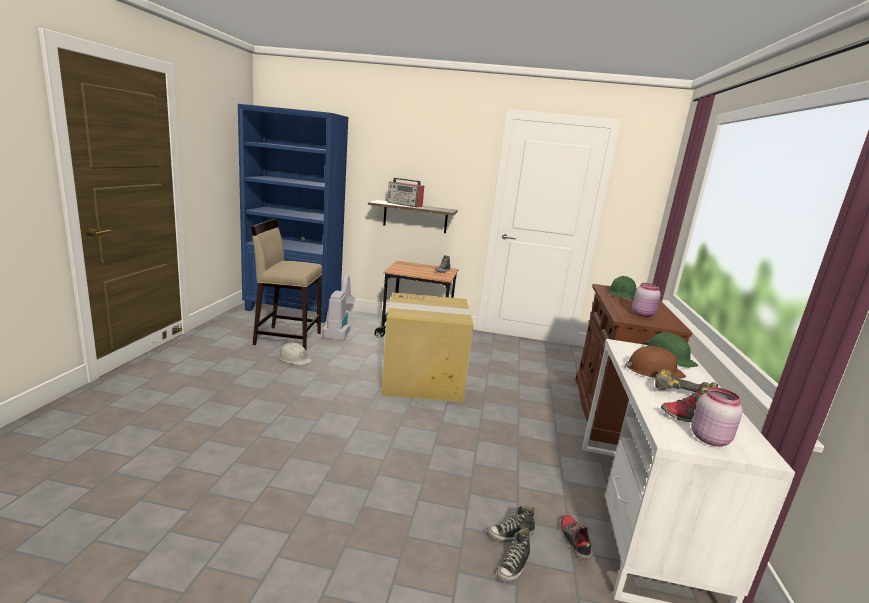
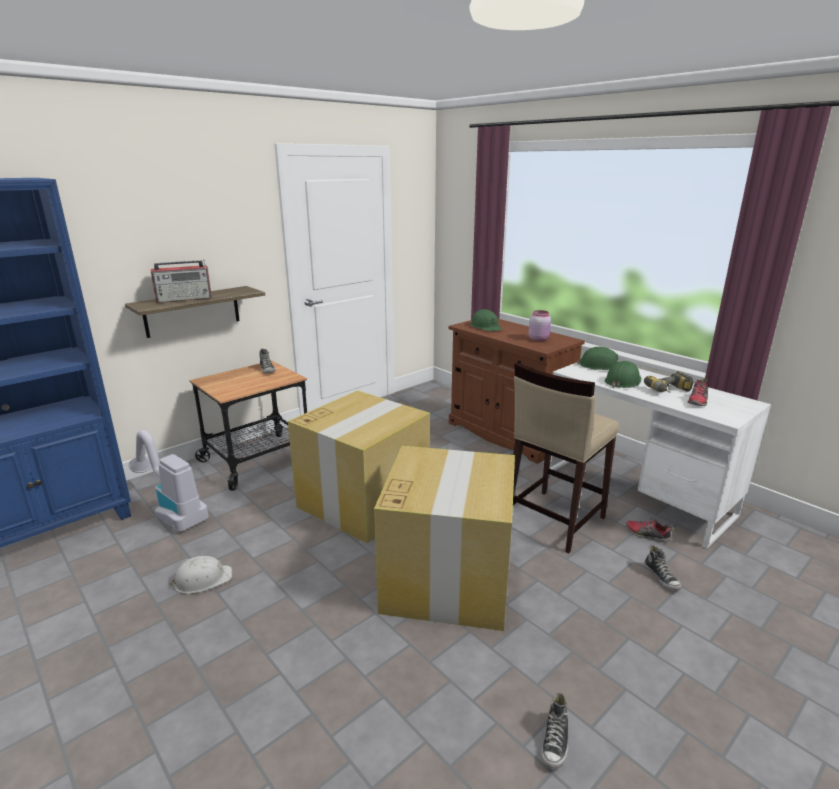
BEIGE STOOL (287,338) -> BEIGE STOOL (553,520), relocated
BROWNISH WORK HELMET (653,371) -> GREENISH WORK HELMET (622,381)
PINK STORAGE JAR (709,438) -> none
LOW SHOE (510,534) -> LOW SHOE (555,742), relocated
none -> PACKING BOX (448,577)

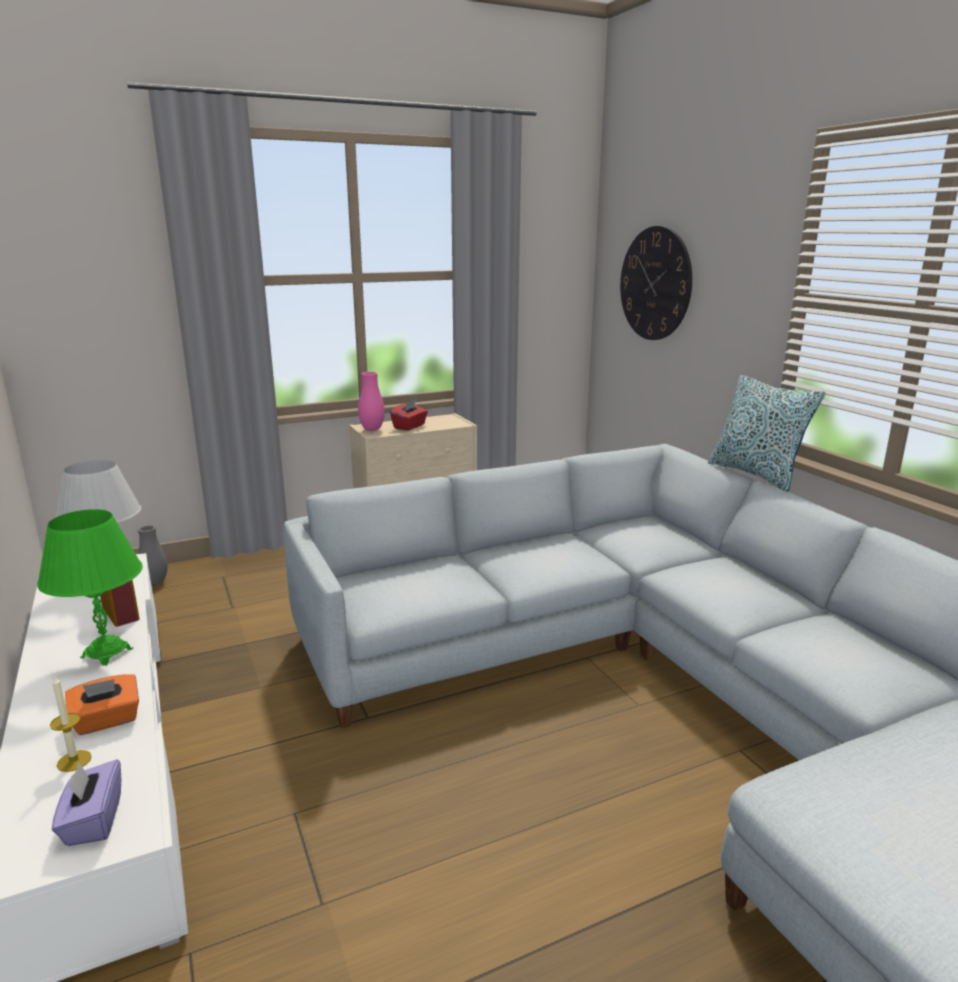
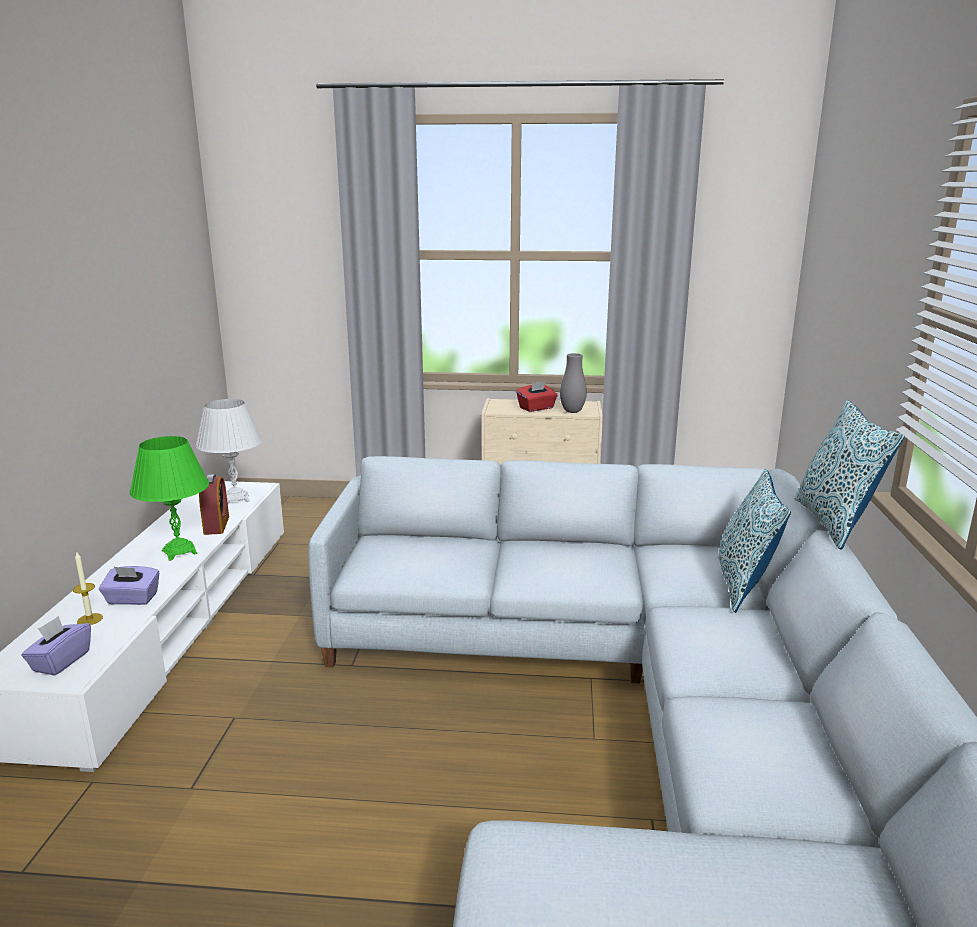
HANGING CLOCK (655,284) -> none
PINK DECORATIVE VASE (372,429) -> none
GREYISH DECORATIVE VASE (155,582) -> GREYISH DECORATIVE VASE (572,411), relocated
ORANGE TISSUE HOLDER (107,721) -> PURPLISH TISSUE HOLDER (132,599)
none -> PILLOW (743,584)

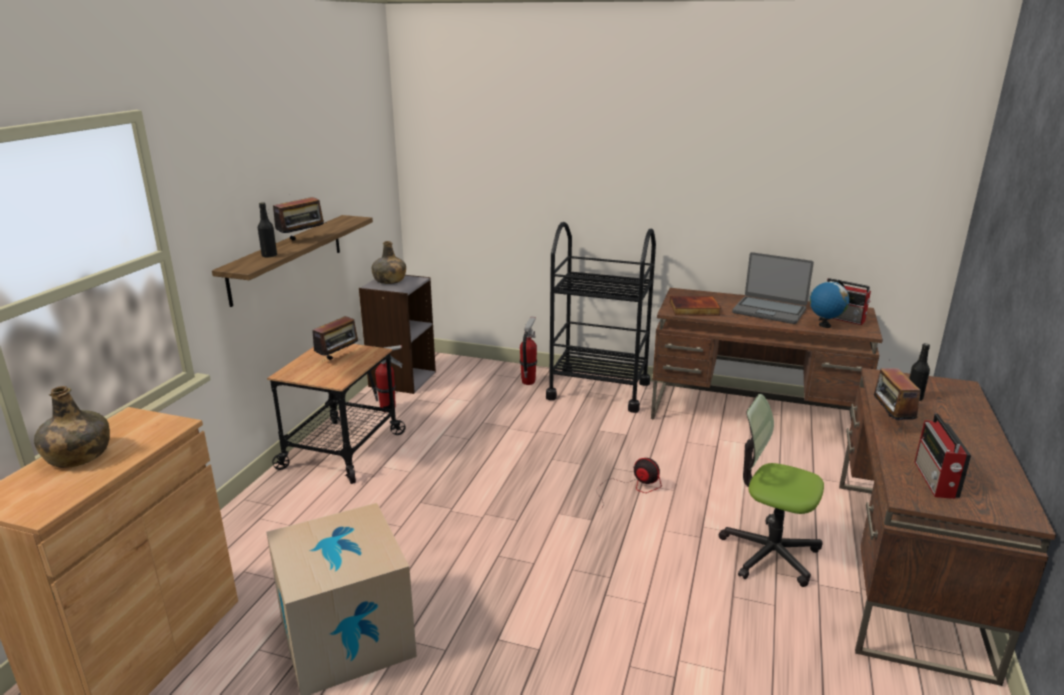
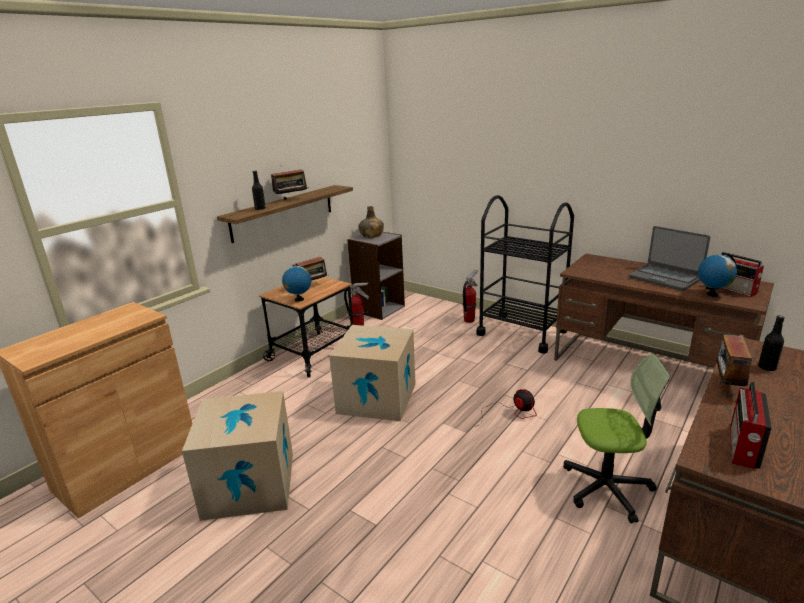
VOLUME (694,309) -> none
GREENISH DRINK BOTTLE (77,456) -> none
DESK CHAIR (769,553) -> DESK CHAIR (607,488), 135 degrees clockwise
none -> GLOBE (299,299)
none -> PACKING BOX (377,398)

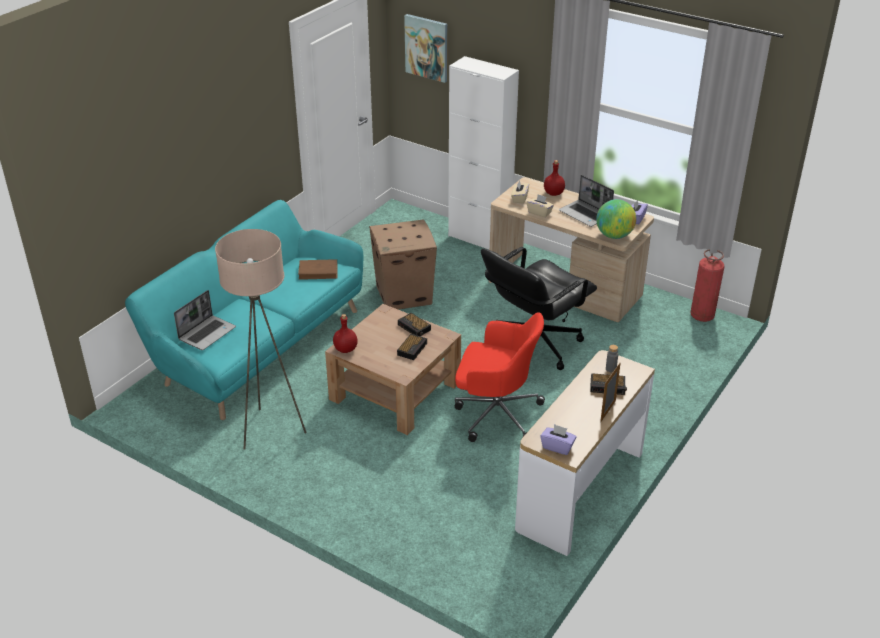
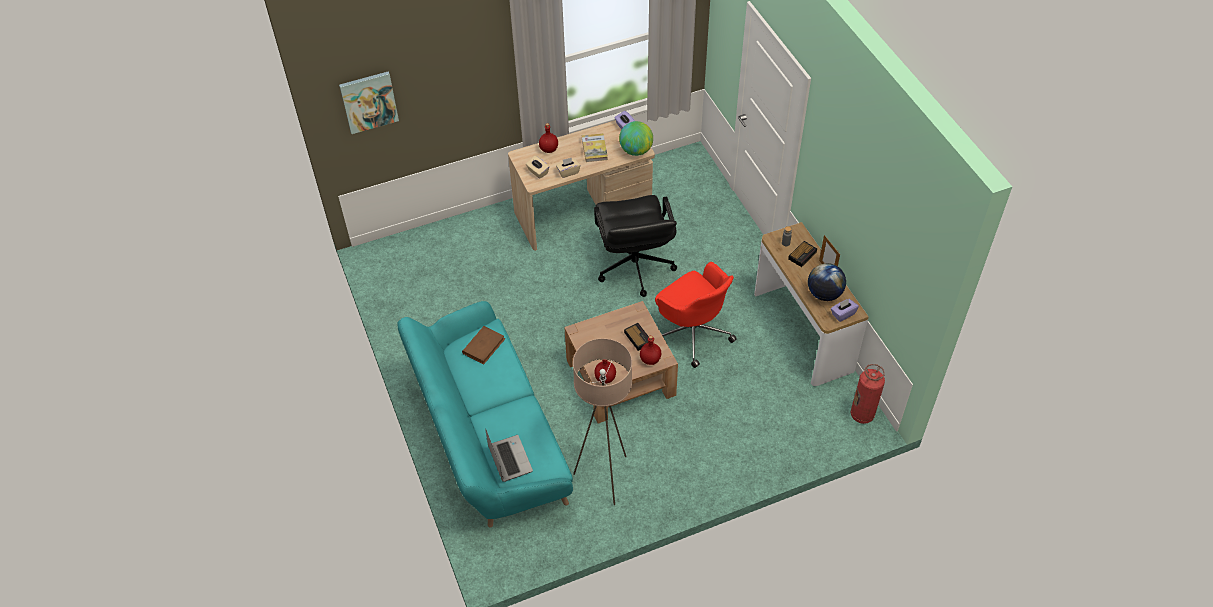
WHITISH STORAGE CABINET (479,238) -> none
NOTEBOOK COMPUTER (585,214) -> VOLUME (594,149)
PACKING BOX (404,294) -> none
FIRE EXTINGUISHER (702,316) -> FIRE EXTINGUISHER (862,415), relocated
REDDISH DESK CHAIR (496,413) -> REDDISH DESK CHAIR (692,332), 90 degrees clockwise
ALARM CLOCK (414,327) -> none
none -> GLOBE (824,294)
none -> REDDISH DRINK BOTTLE (650,359)

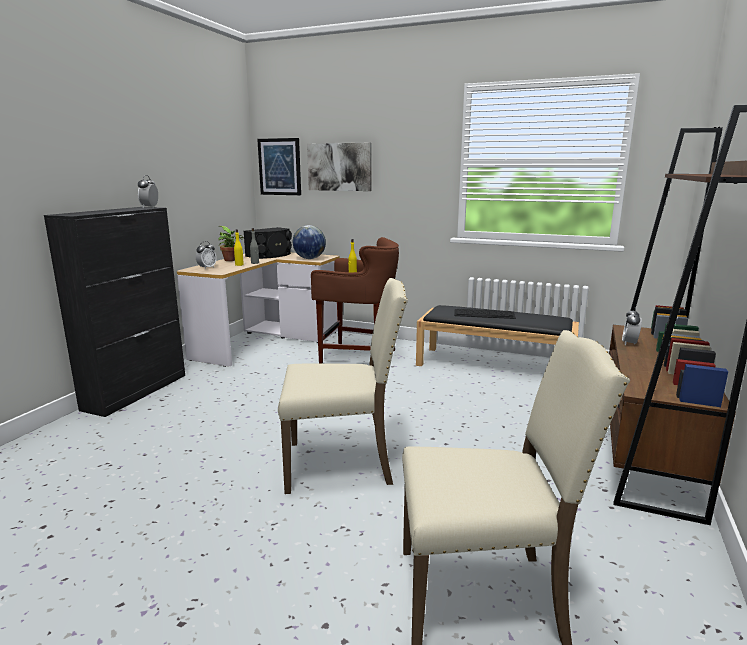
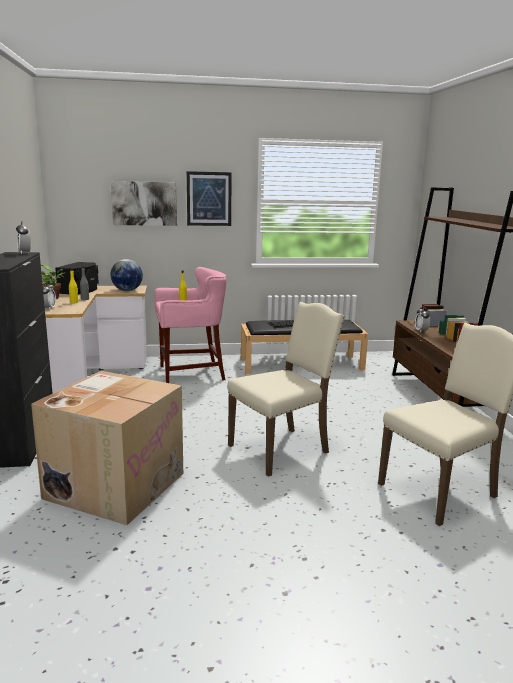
WALL PICTURE (280,167) -> WALL PICTURE (209,199), relocated
BROWNISH STOOL (357,355) -> PINK STOOL (190,374)
none -> PACKING BOX (115,484)

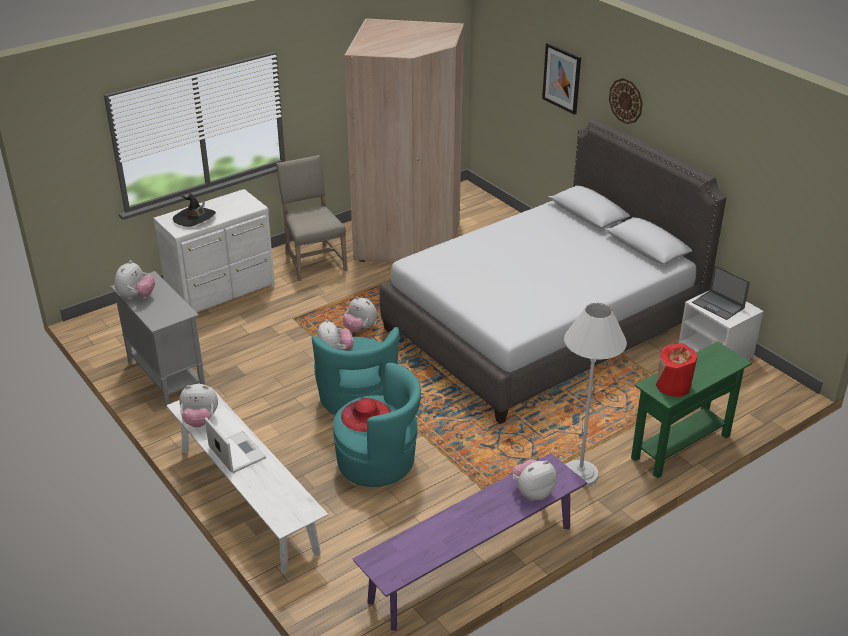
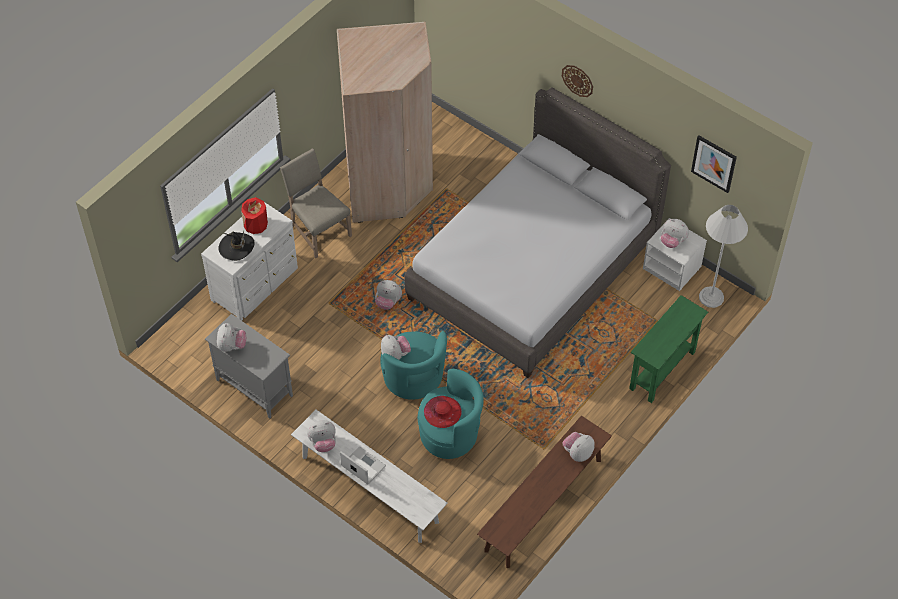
WALL PICTURE (562,78) -> WALL PICTURE (714,163), relocated
NOTEBOOK COMPUTER (718,305) -> SOFT TOY (672,241)
WHITISH FLOOR LAMP (580,473) -> WHITISH FLOOR LAMP (711,297), relocated
REDDISH DECORATIVE VASE (673,385) -> REDDISH DECORATIVE VASE (255,224), relocated
PURPLISH BENCH (472,563) -> BROWNISH BENCH (543,505)

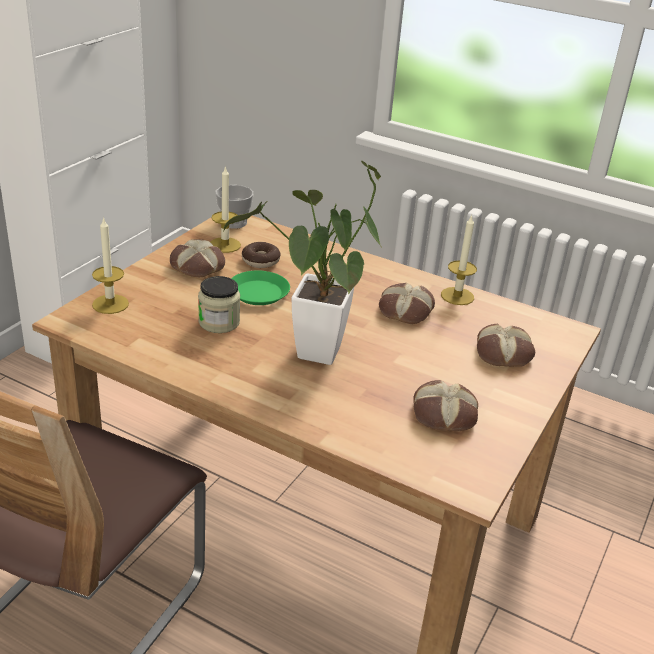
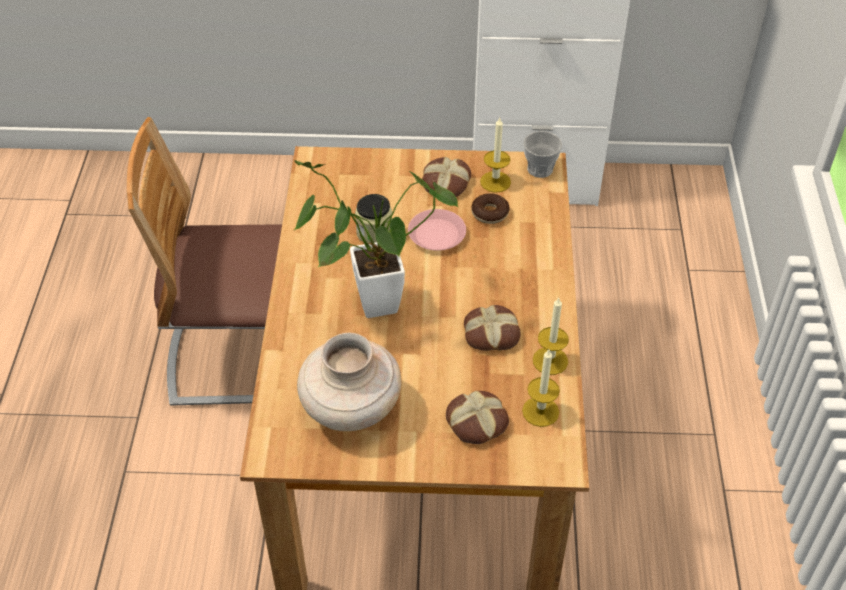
WAX LIGHT (110,304) -> WAX LIGHT (540,411), relocated
GREENISH PLATE (258,293) -> PINK PLATE (437,234)
BREAD (443,415) -> BEIGE DECORATIVE VASE (350,409)

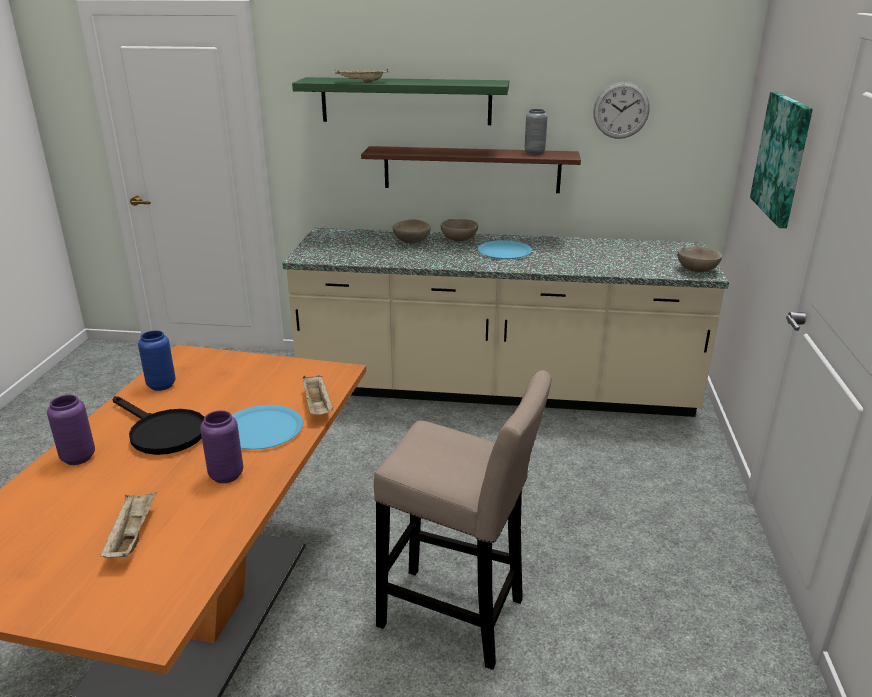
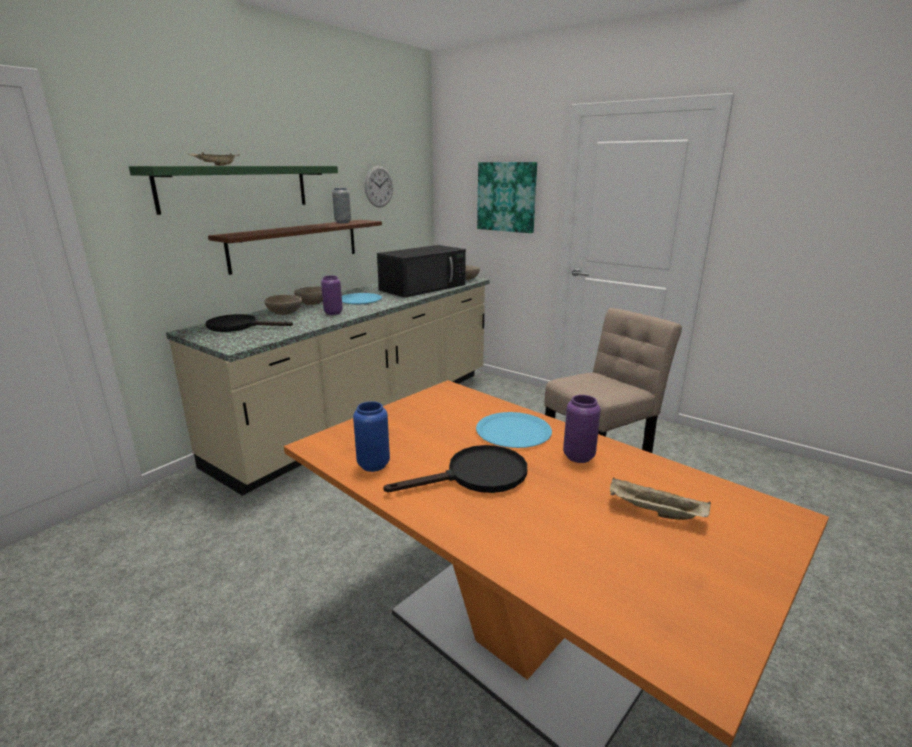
BEIGE TRAY (318,406) -> none
PURPLISH DECORATIVE VASE (78,458) -> PURPLISH DECORATIVE VASE (333,313), relocated
none -> BLACK-COLOURED MICROWAVE (423,287)
none -> BLACK-COLOURED SKILLET (239,326)

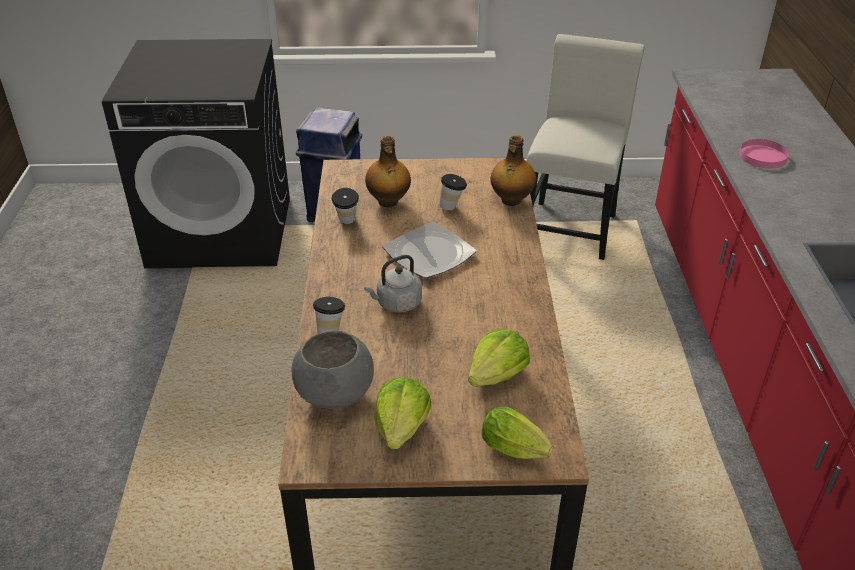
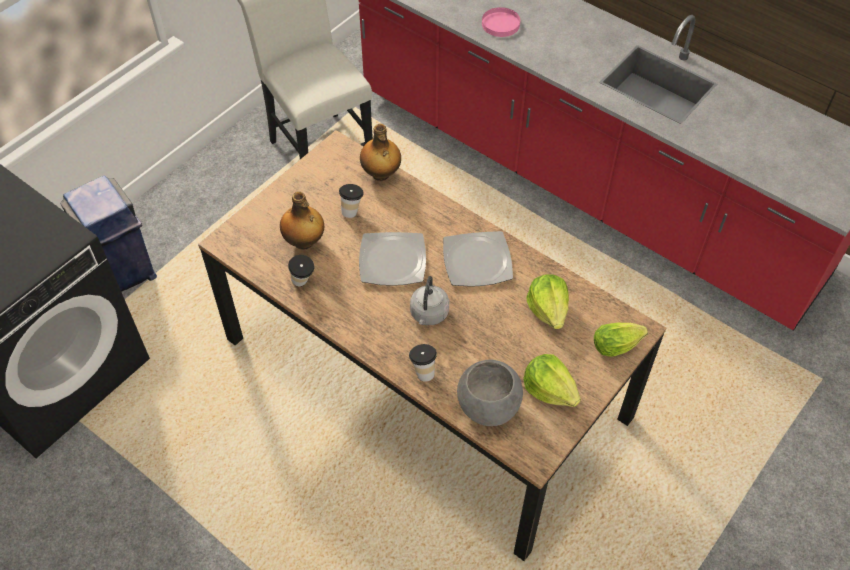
none -> PLATE (478,261)

